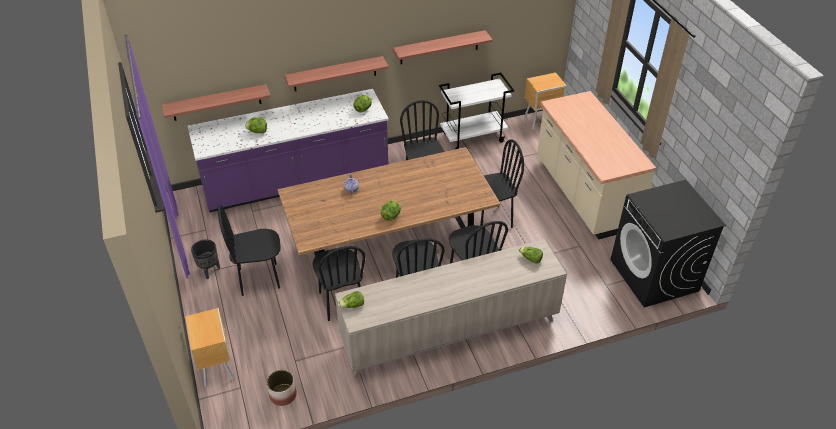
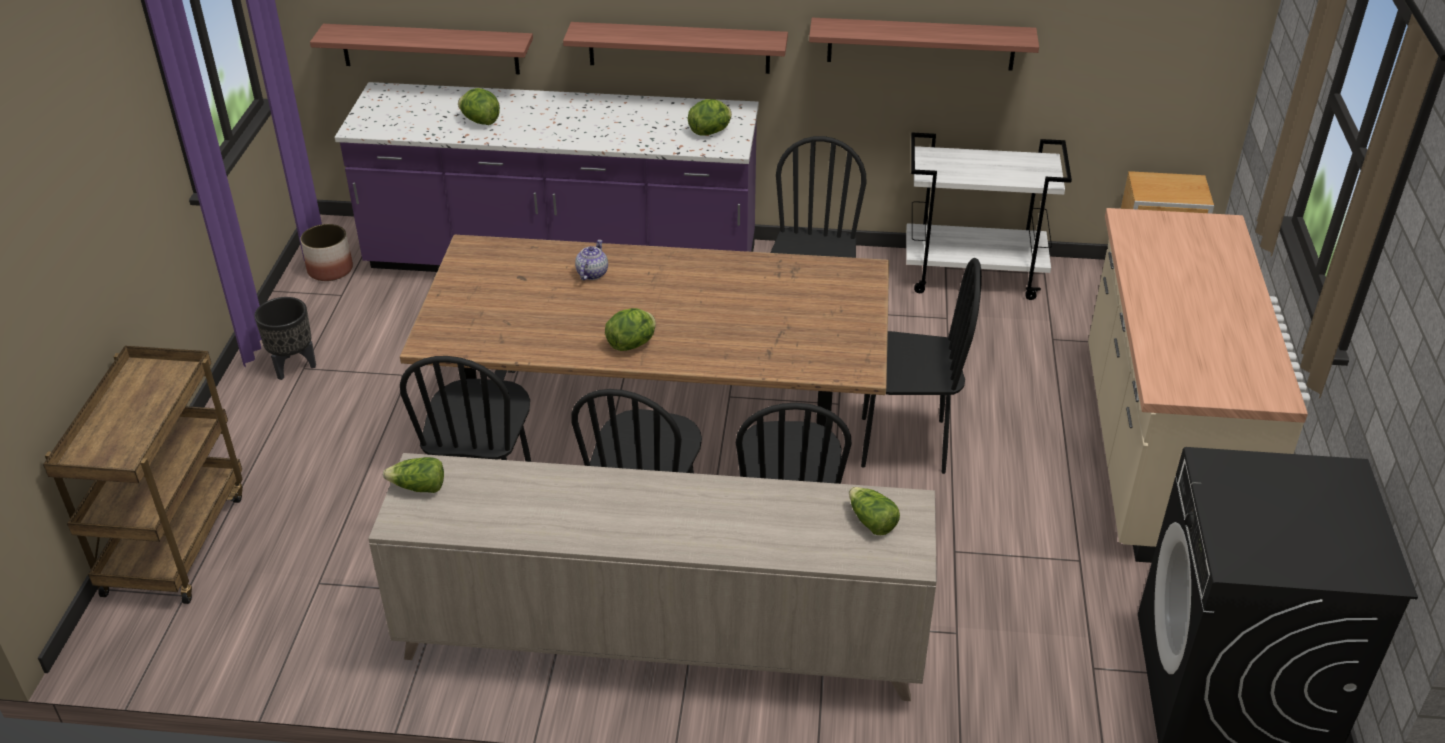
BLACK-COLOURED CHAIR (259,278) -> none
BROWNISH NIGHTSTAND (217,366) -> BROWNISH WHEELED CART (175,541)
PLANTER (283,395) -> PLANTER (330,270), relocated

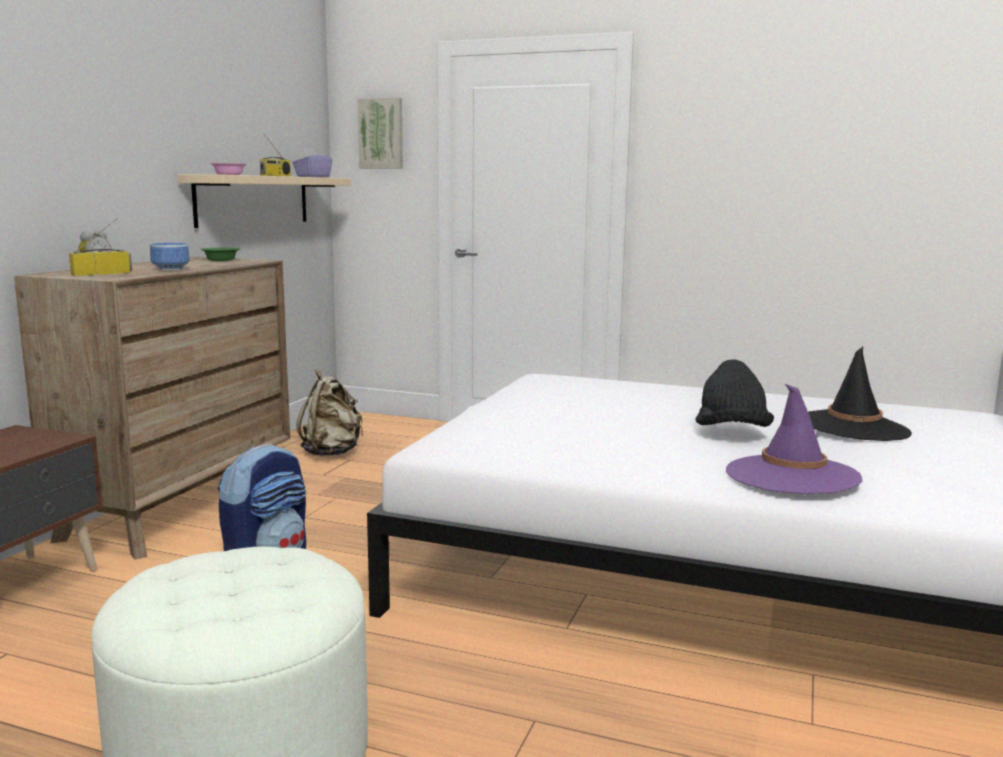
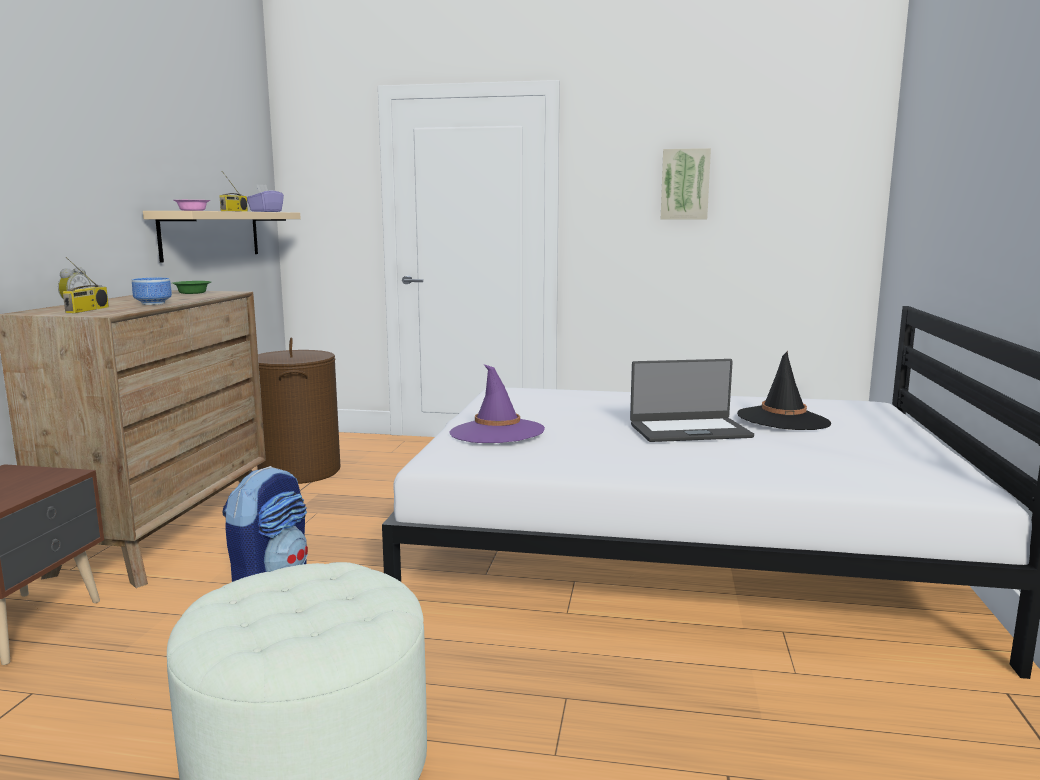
WALL PICTURE (381,134) -> WALL PICTURE (685,184), relocated
RADIO SET (102,273) -> RADIO SET (87,310), 150 degrees clockwise
BLACK-COLOURED WEARABLE HAT (731,433) -> NOTEBOOK COMPUTER (689,430)
BEIGE KNAPSACK (331,453) -> BROWNISH HAMPER (299,471)
PURPLISH WEARABLE HAT (791,475) -> PURPLISH WEARABLE HAT (497,432), relocated

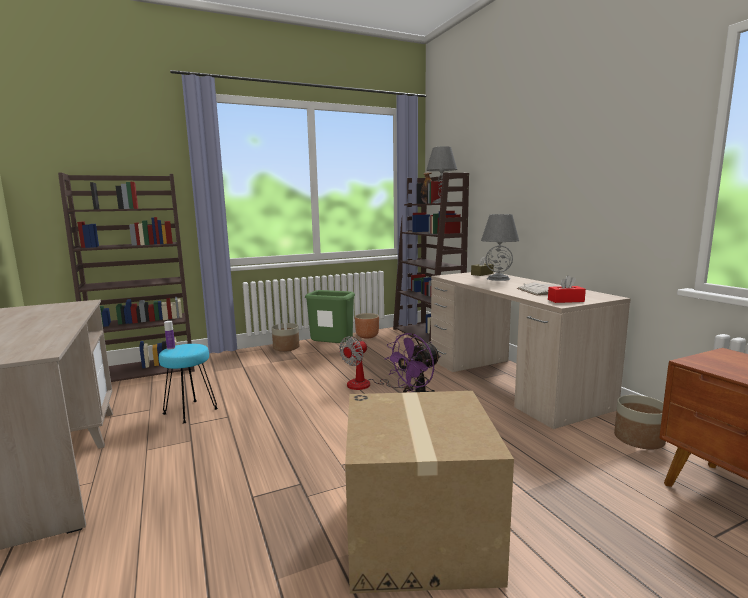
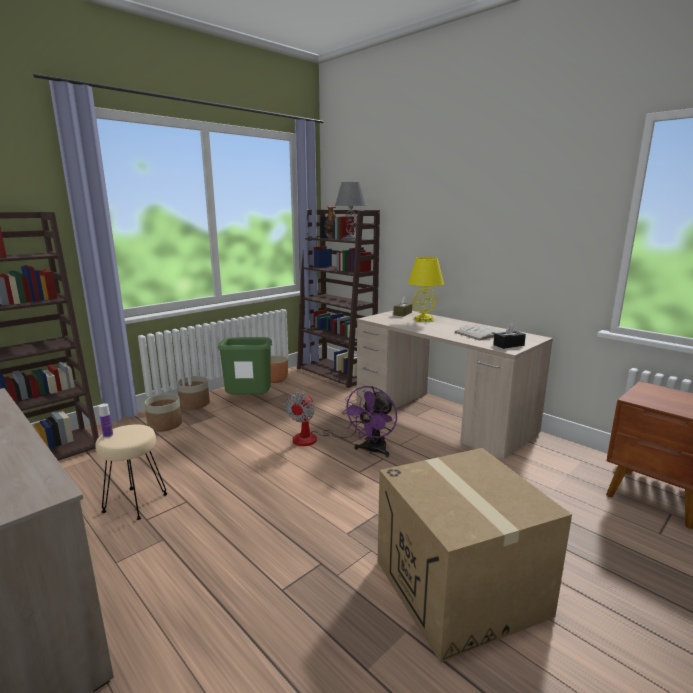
GREYISH TABLE LAMP (498,278) -> YELLOWISH TABLE LAMP (423,319)
REDDISH TISSUE HOLDER (565,300) -> BLACK-COLOURED TISSUE HOLDER (508,345)
TURQUOISE STOOL (190,412) -> BEIGE STOOL (136,503)
PLANTER (638,439) -> PLANTER (165,425), relocated

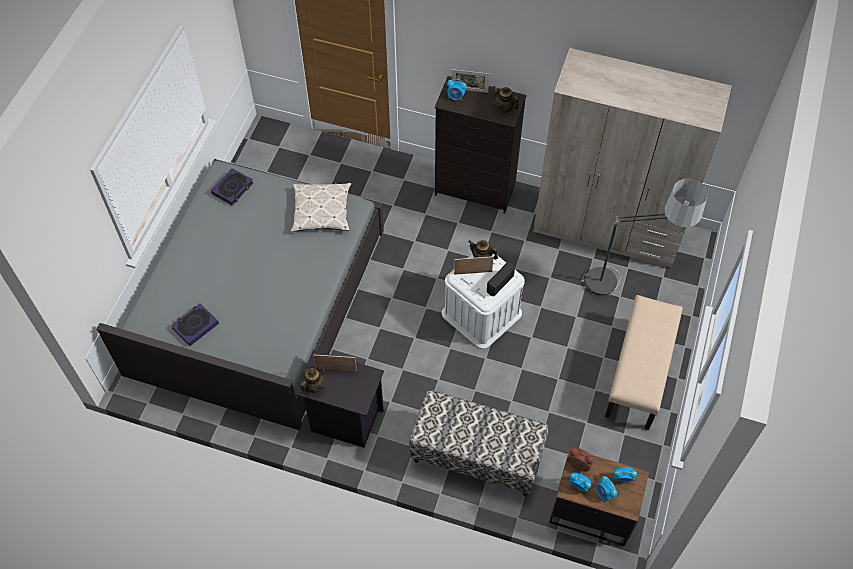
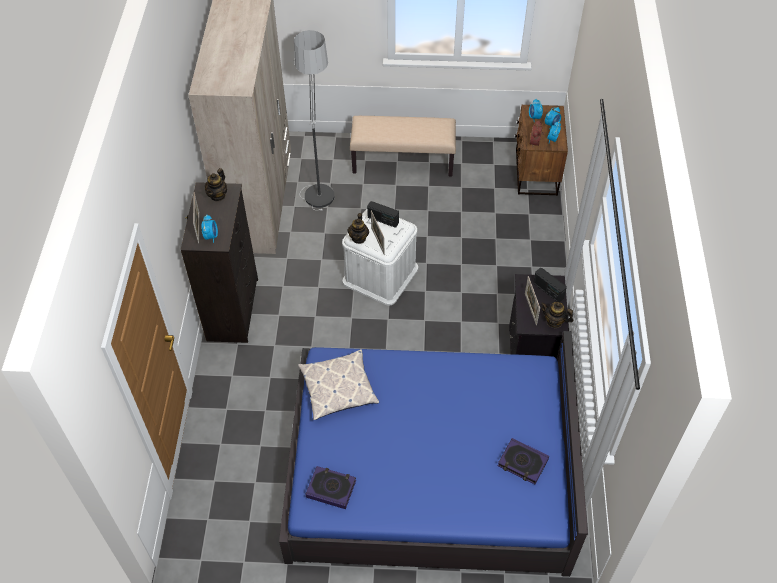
GREYISH BED (257,301) -> BLUE BED (430,470)
BENCH (476,456) -> none
none -> RADIO SET (548,290)

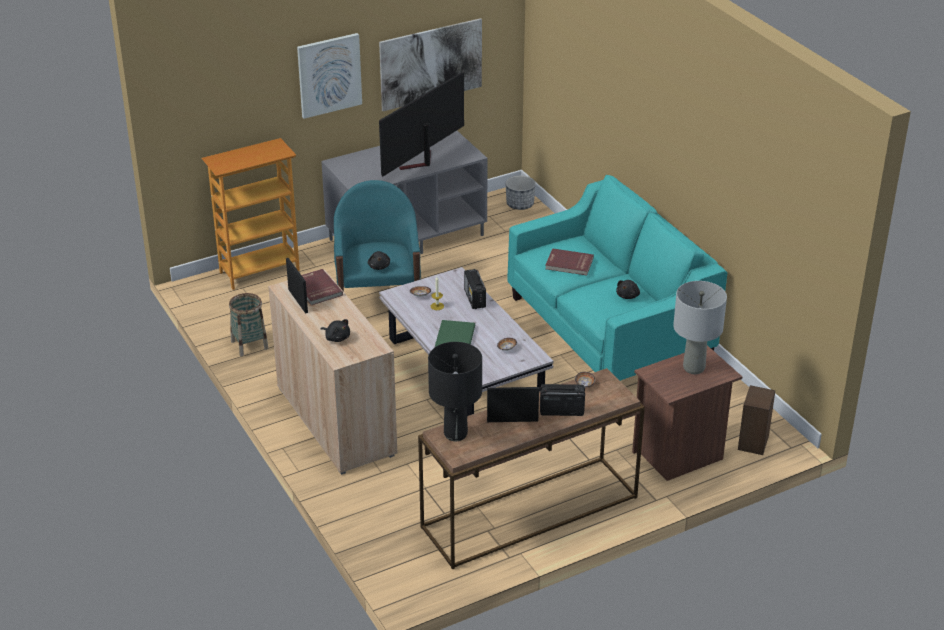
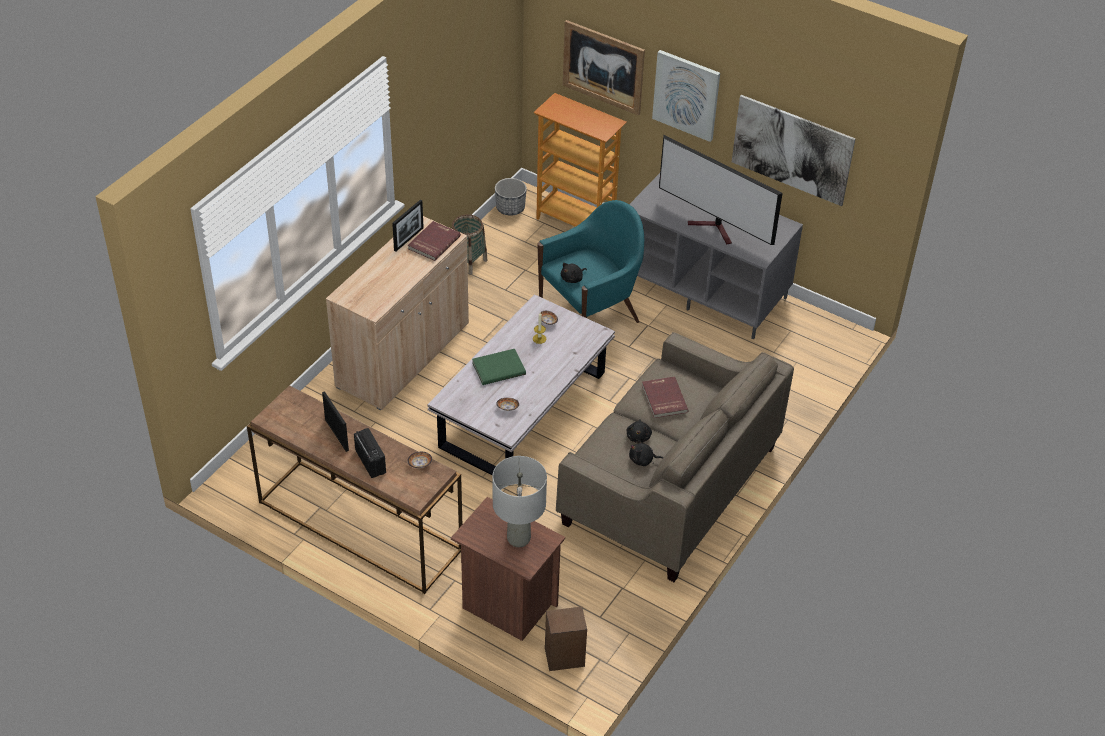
TV SET (420,163) -> TV SET (715,229), 150 degrees counterclockwise
PLANTER (519,205) -> PLANTER (510,208), relocated
TURQUOISE SETTEE (609,329) -> BEIGE SETTEE (669,486)
RADIO SET (475,299) -> none
BLACK-COLOURED SOFT TOY (337,338) -> BLACK-COLOURED SOFT TOY (638,436), relocated
BLACK-COLOURED TABLE LAMP (455,434) -> none
none -> WALL PICTURE (603,67)

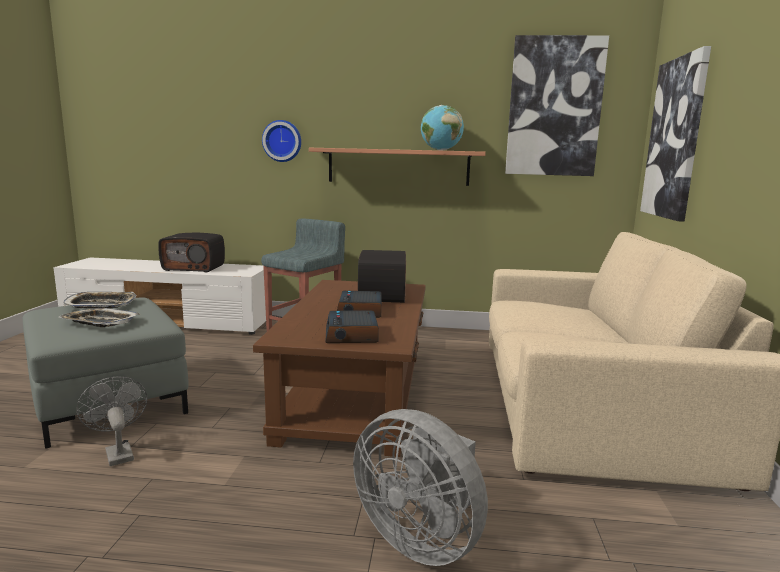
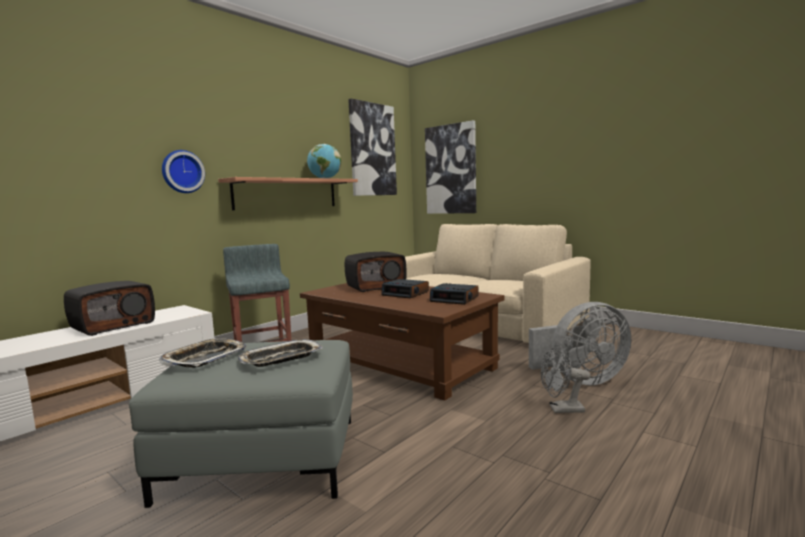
RADIO SET (383,295) -> RADIO SET (376,286), 60 degrees counterclockwise
GREYISH FAN (118,452) -> GREYISH FAN (561,409), relocated

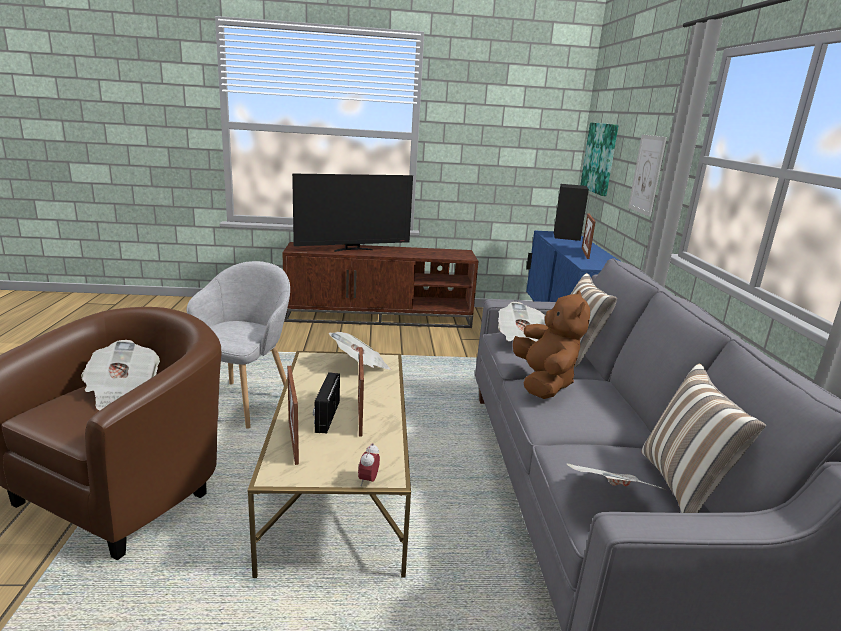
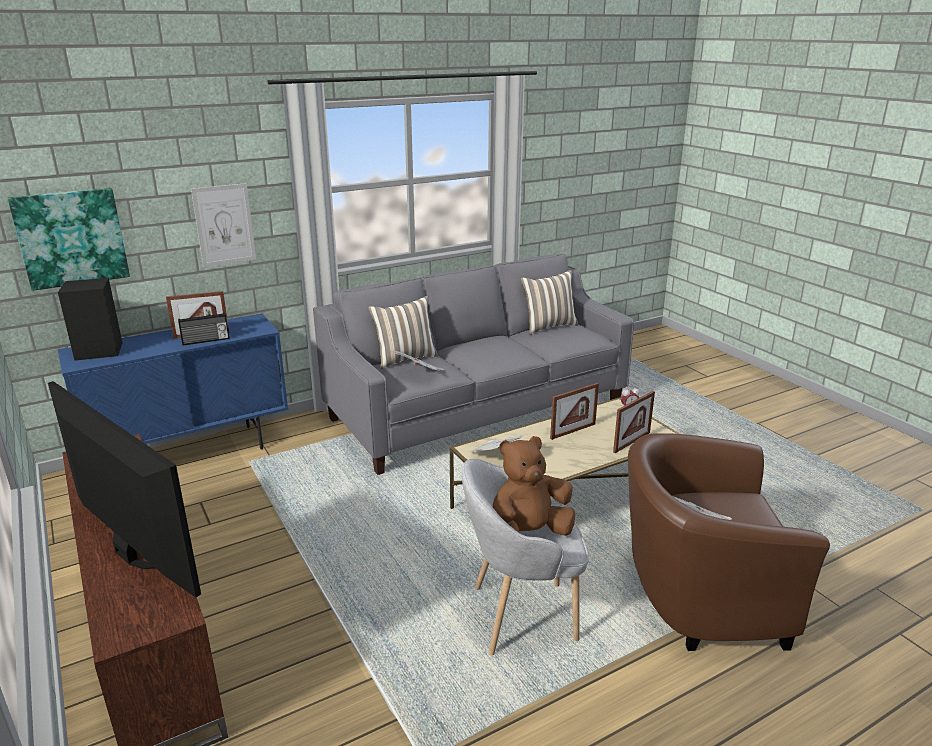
BROWNISH SOFT TOY (544,383) -> BROWNISH SOFT TOY (528,534), relocated
RADIO SET (326,416) -> RADIO SET (206,341), relocated
DAILY PAPER (611,497) -> none

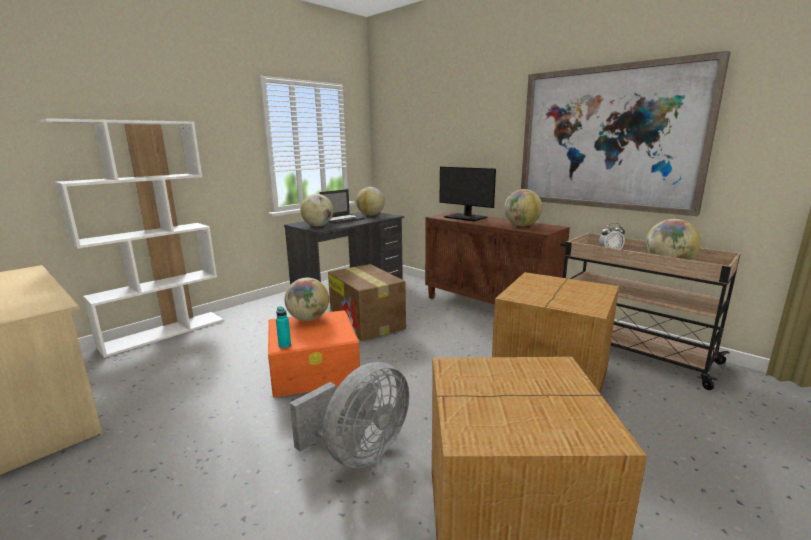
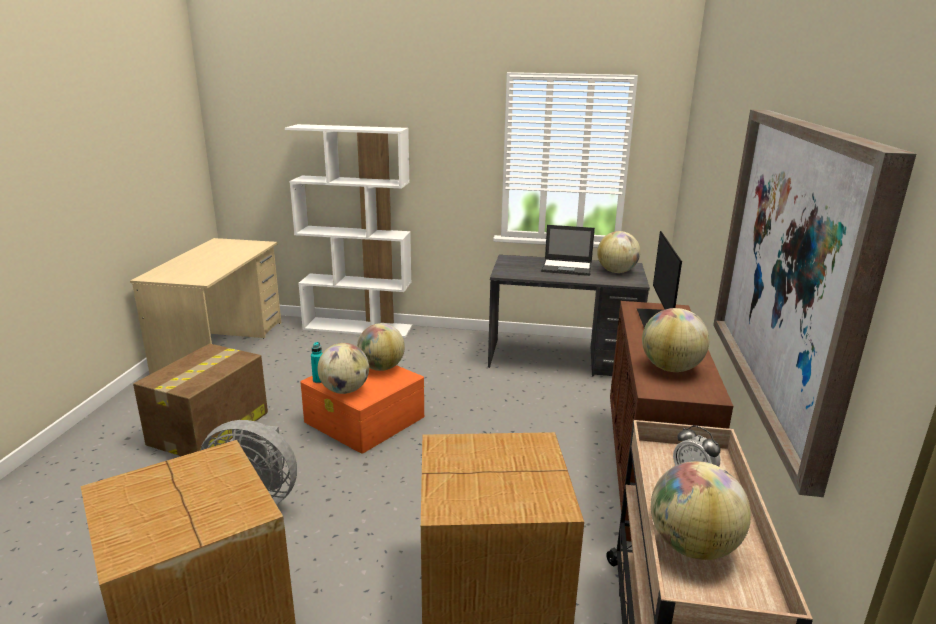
GLOBE (318,226) -> GLOBE (345,390), relocated
PACKING BOX (367,322) -> PACKING BOX (208,429), relocated

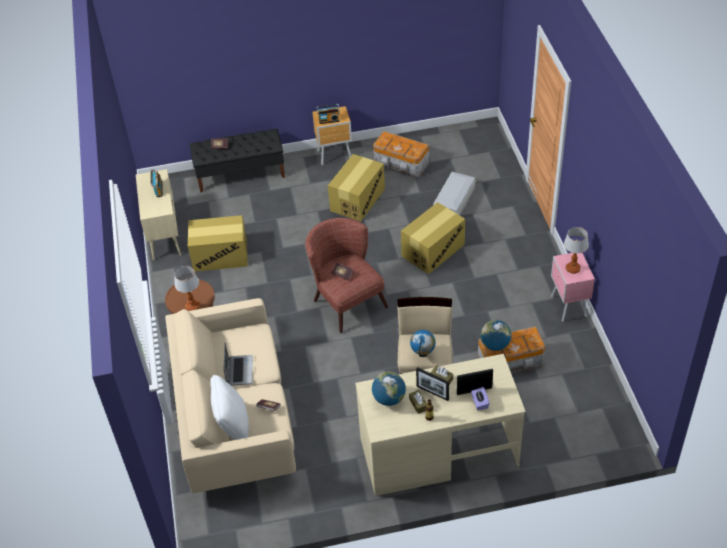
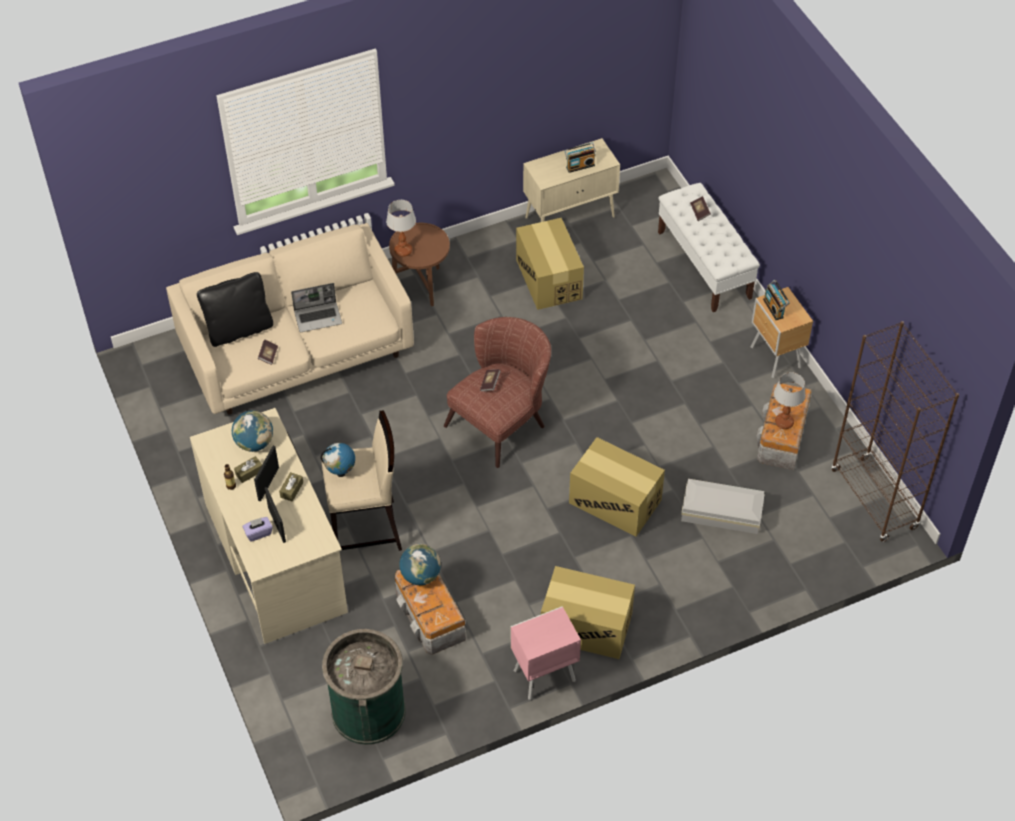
BLACK-COLOURED BENCH (241,174) -> WHITISH BENCH (704,265)
PACKING BOX (357,200) -> PACKING BOX (586,627), relocated
TABLE LAMP (573,268) -> TABLE LAMP (784,422), relocated
WHITISH PILLOW (233,425) -> BLACK-COLOURED PILLOW (239,330)
none -> BROWNISH BOOKSHELF (874,499)
none -> GREENISH RUBBISH BIN (368,711)

